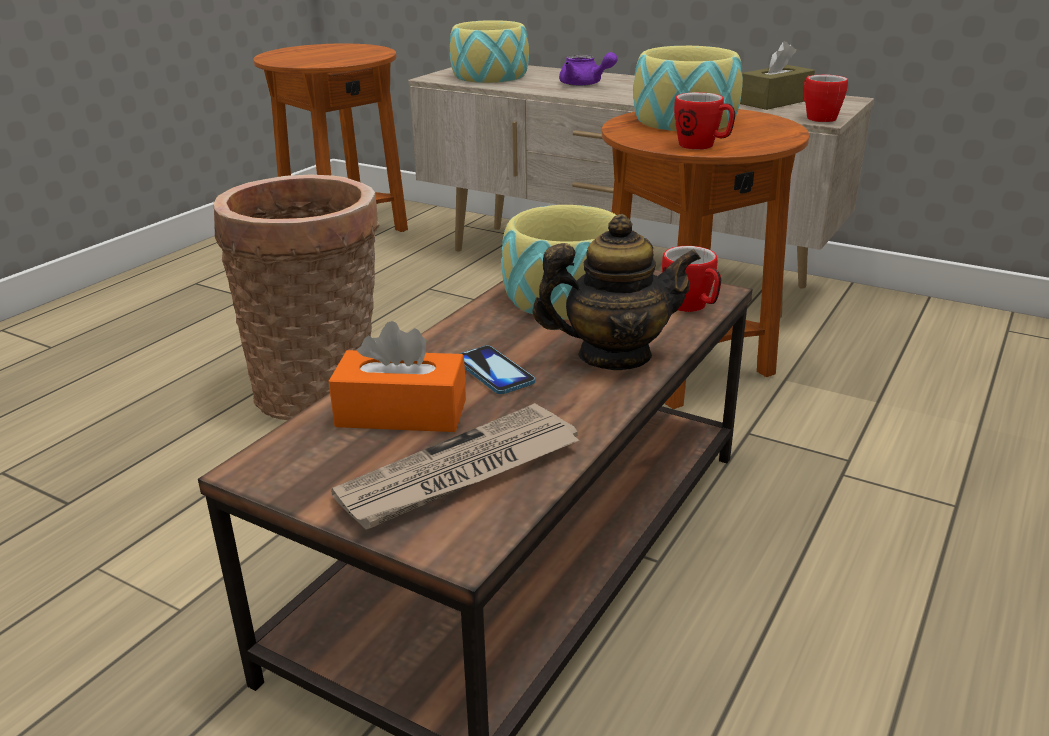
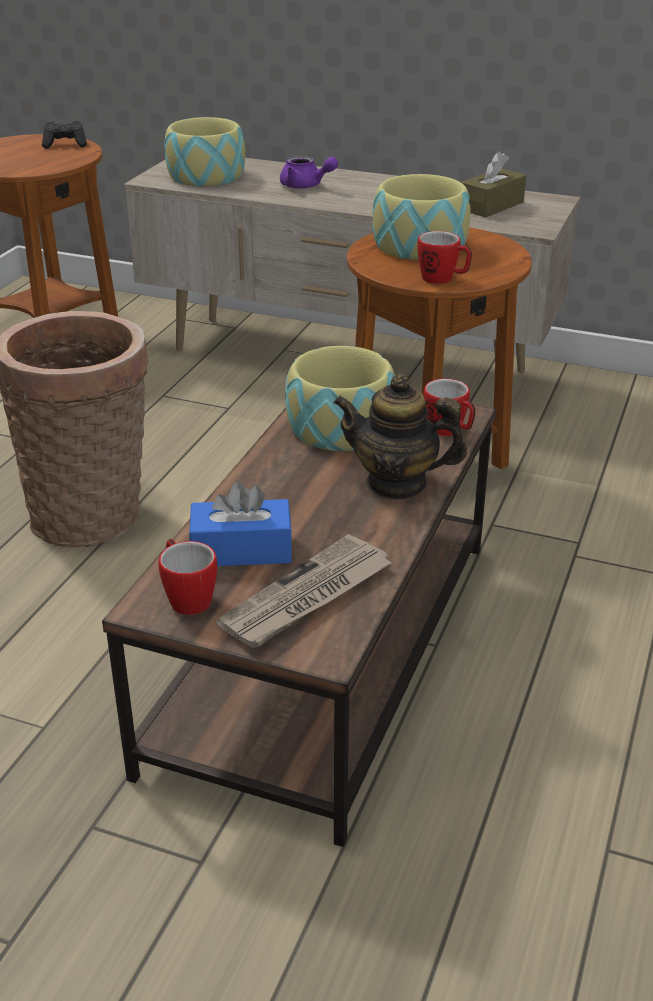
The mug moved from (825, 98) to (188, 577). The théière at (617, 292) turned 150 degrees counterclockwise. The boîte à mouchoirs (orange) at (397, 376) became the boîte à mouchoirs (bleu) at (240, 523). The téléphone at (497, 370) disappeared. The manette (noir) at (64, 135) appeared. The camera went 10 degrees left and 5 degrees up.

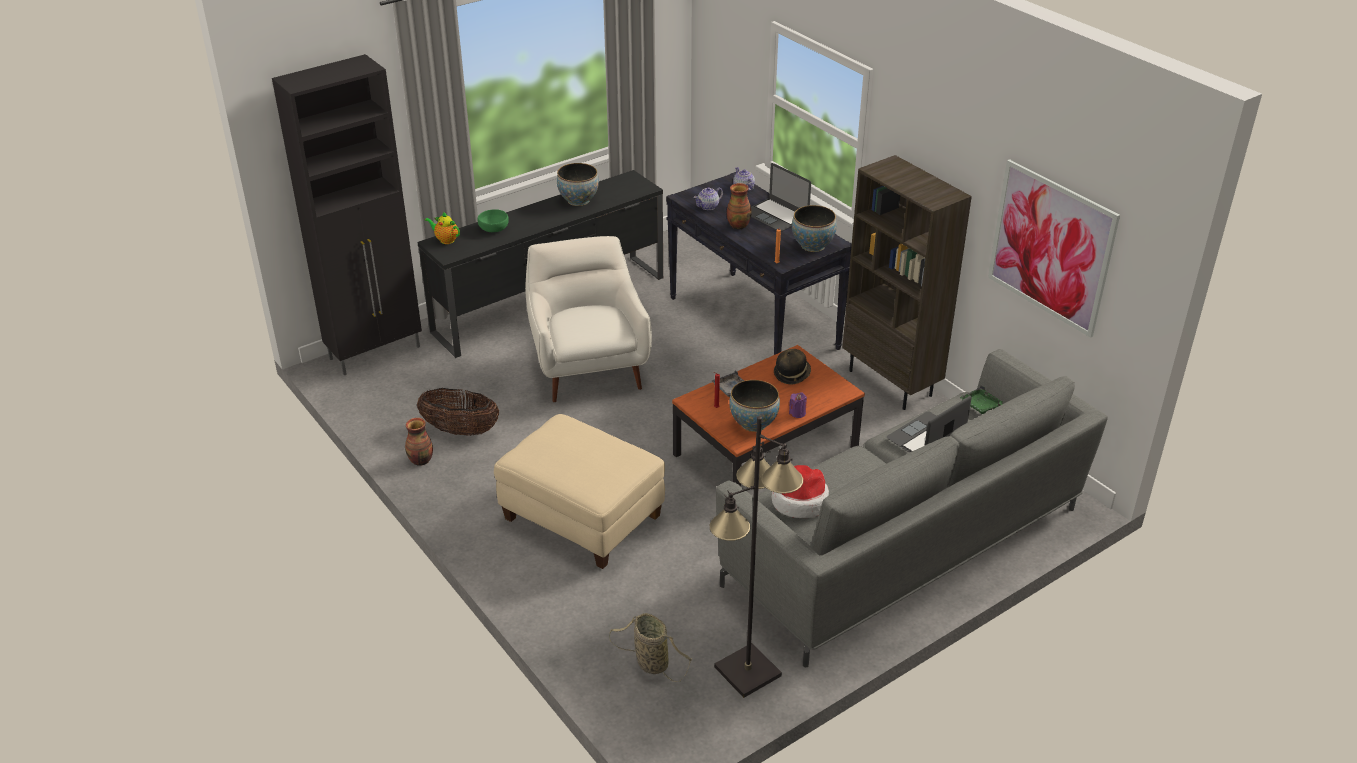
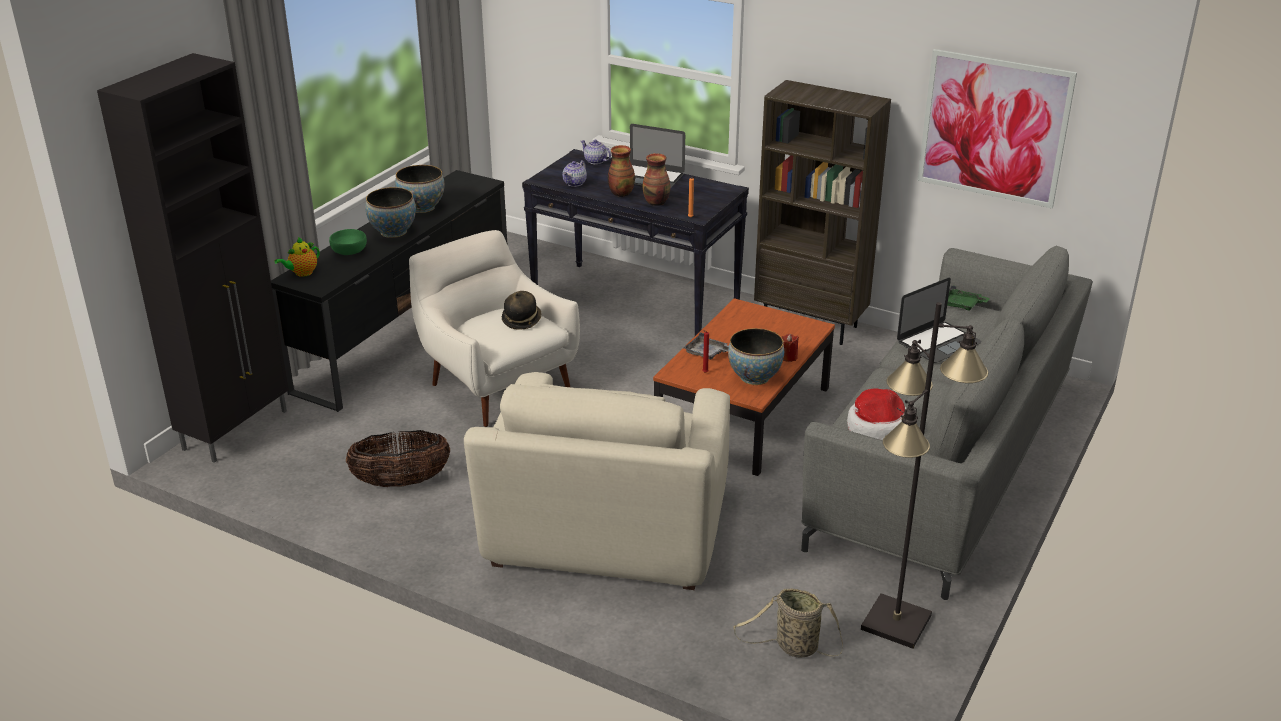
The bol moved from (814, 228) to (390, 212). The théière at (442, 227) turned 45 degrees counterclockwise. The chapeau moved from (792, 367) to (522, 310). The bougie (violet) at (798, 405) became the bougie (rouge) at (790, 348). The ordinateur portable at (929, 424) turned 150 degrees counterclockwise. The pouf (beige) at (579, 491) was replaced by the fauteuil (beige) at (597, 481). The vase moved from (419, 442) to (656, 179). The camera went 25 degrees left and 5 degrees down.

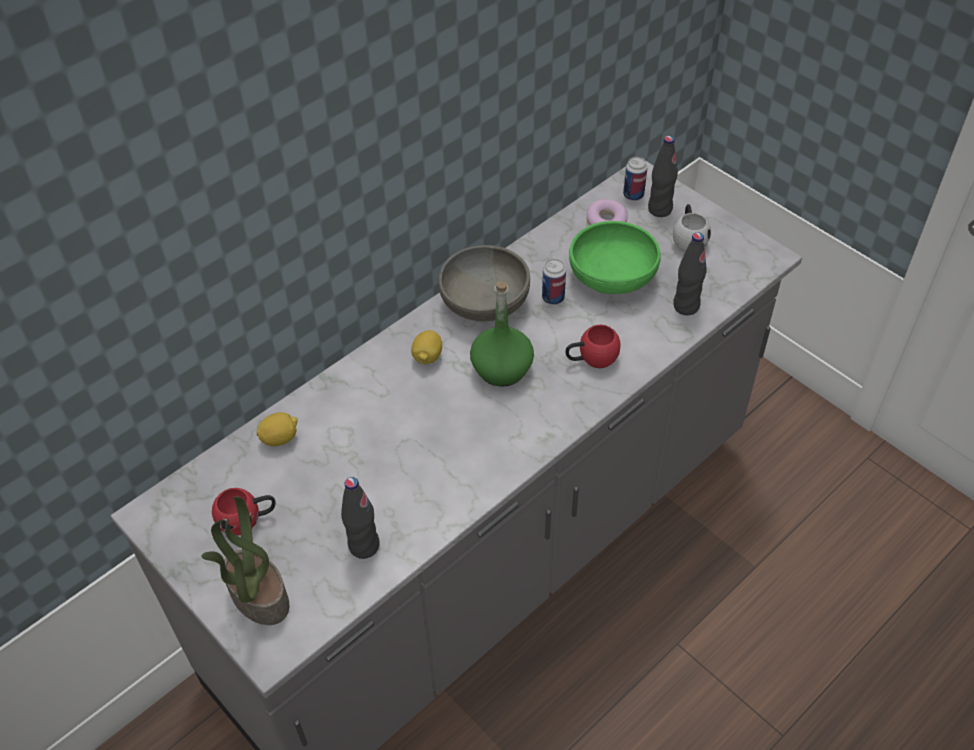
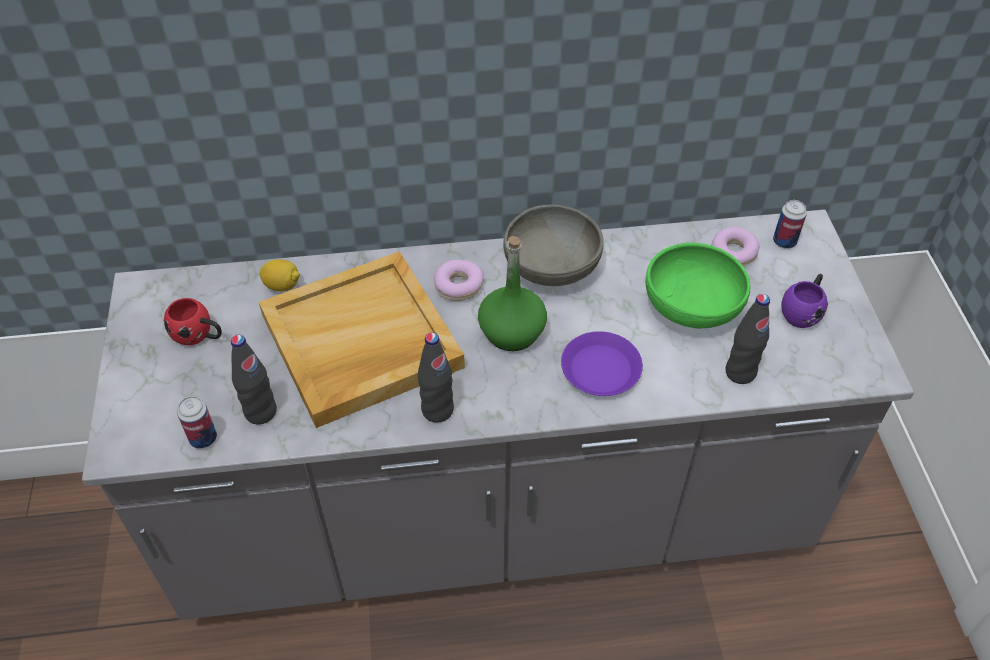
The bouteille (noir) moved from (663, 176) to (436, 378). The mug (blanc) at (692, 228) became the mug (violet) at (804, 301). The boîte métallique moved from (554, 282) to (197, 422). The mug (rouge) at (593, 346) was replaced by the assiette (violet) at (602, 363). The citron at (426, 347) was replaced by the beignet at (459, 280). The plante en pot at (245, 560) disappeared. The plateau (beige) at (362, 339) appeared. The camera went 35 degrees right and 0 degrees up.

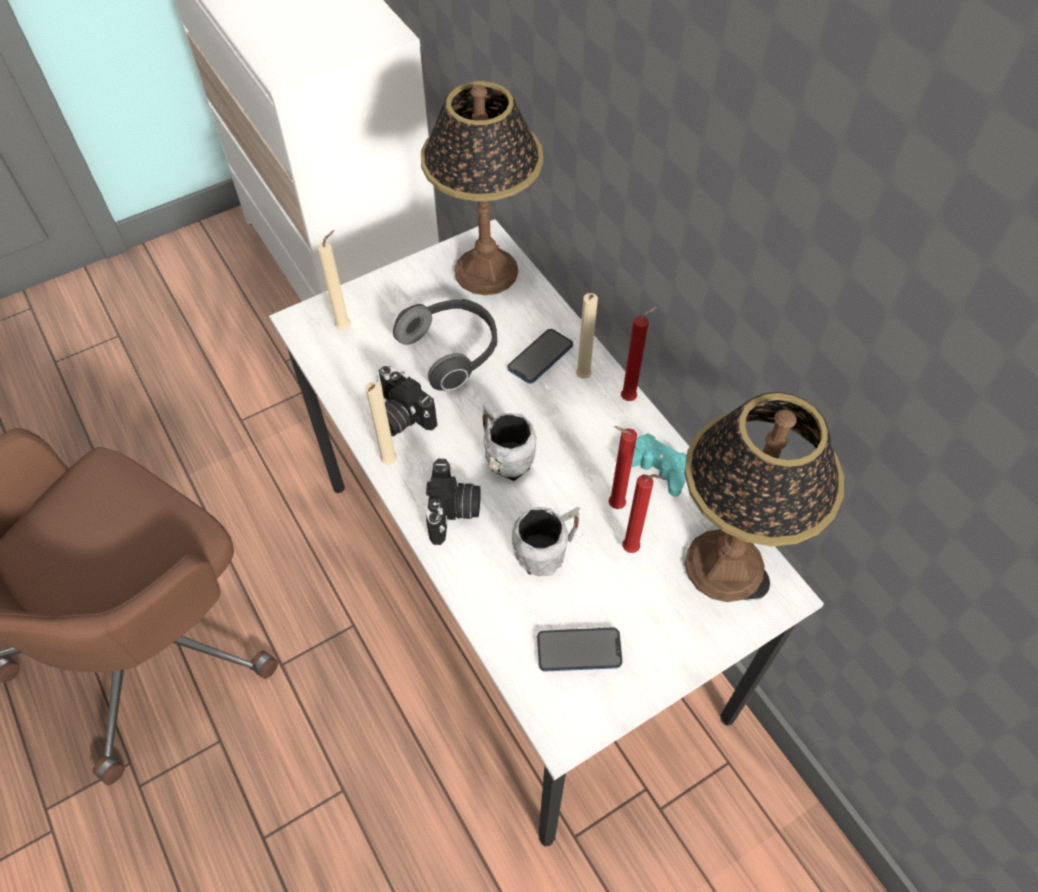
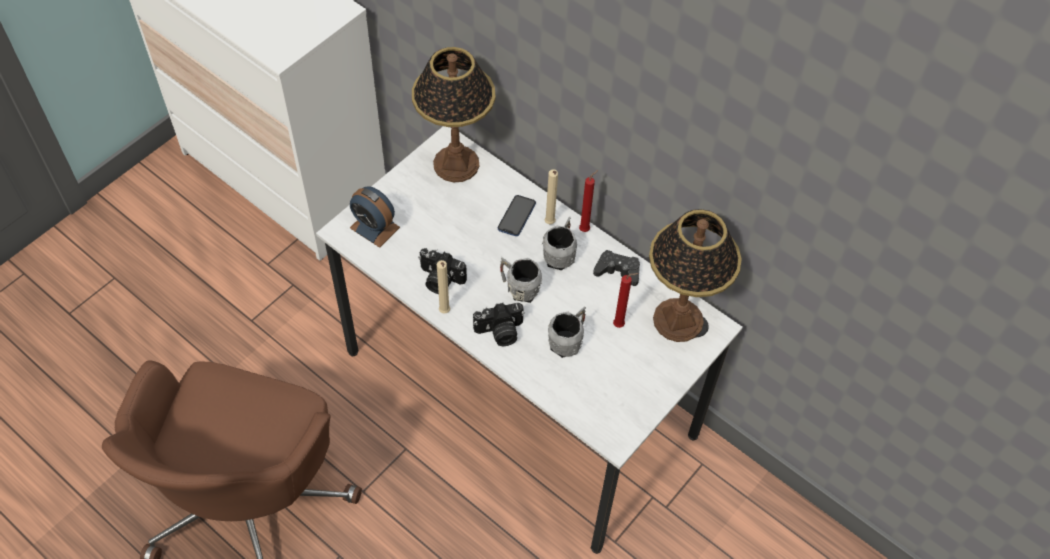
The bougie (beige) at (334, 280) was replaced by the réveil at (375, 217). The casque audio at (445, 345) disappeared. The bougie (rouge) at (622, 467) disappeared. The manette (turquoise) at (659, 464) became the manette (noir) at (616, 268). The appareil photo at (452, 502) turned 90 degrees clockwise. The téléphone at (580, 649) disappeared. The mug (gris) at (559, 243) appeared. The camera went 20 degrees left and 0 degrees up.

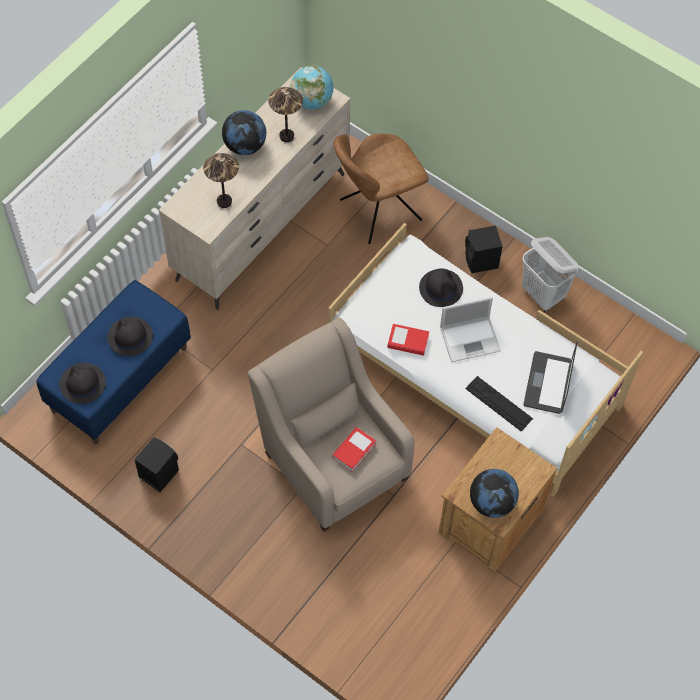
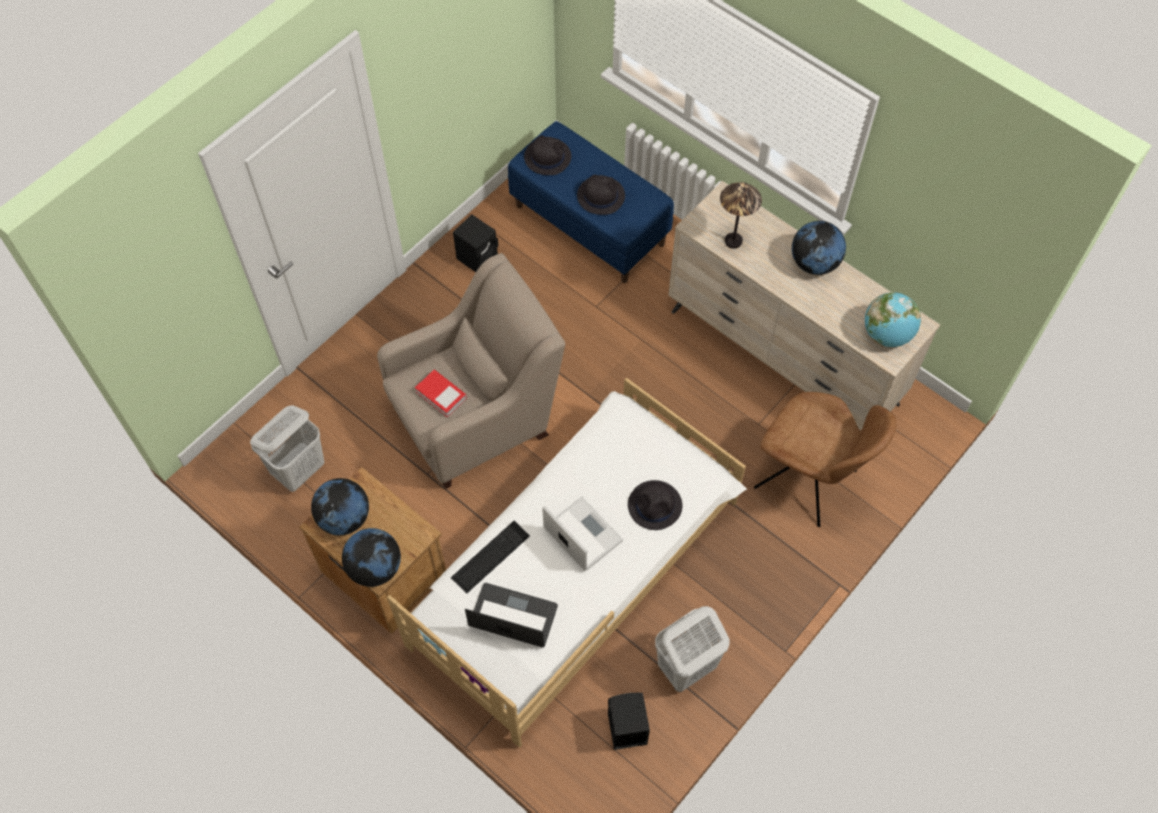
The lampe de table at (285, 114) disappeared. The chaise (marron) at (381, 189) turned 150 degrees clockwise. The enceinte (noir) moved from (484, 249) to (629, 721). The ordinateur portable at (470, 329) turned 150 degrees clockwise. The livre at (408, 340) disappeared. The panier à linge (blanc) at (287, 448) appeared. The globe at (371, 557) appeared. The camera went 95 degrees right and 0 degrees up.

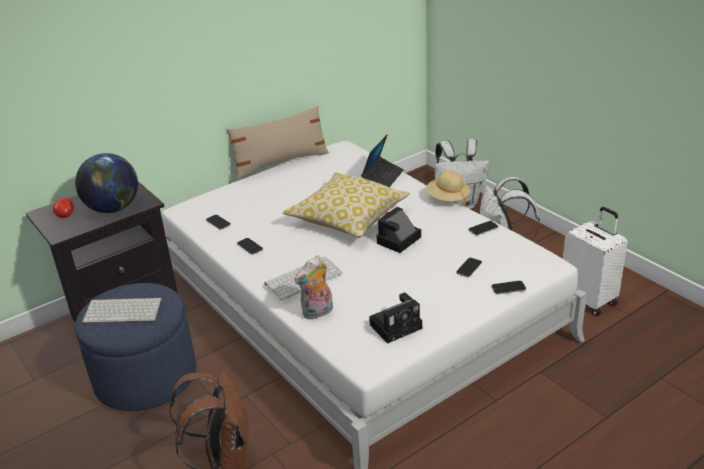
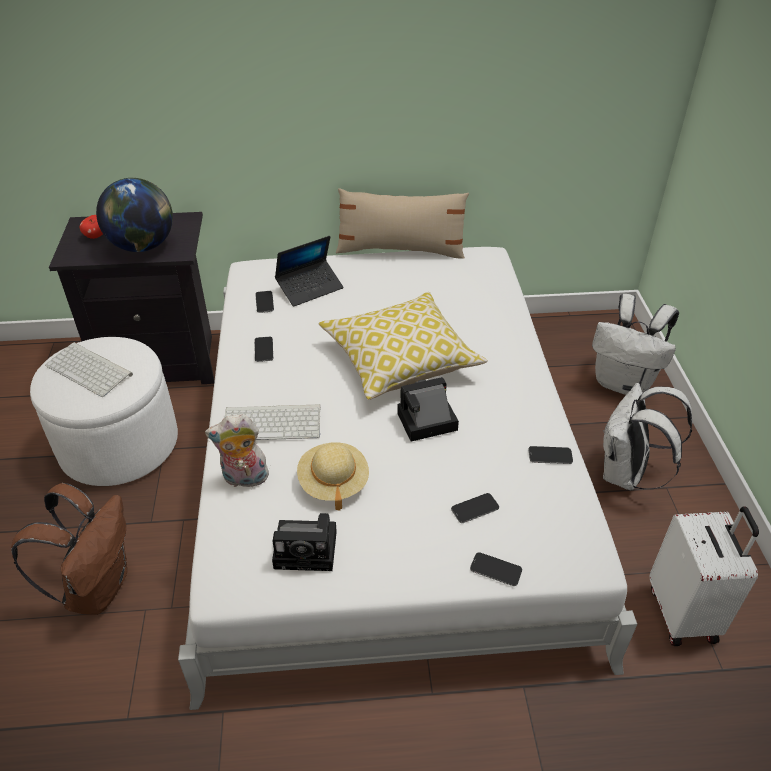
The ordinateur portable moved from (382, 160) to (309, 271). The chapeau (beige) moved from (448, 188) to (333, 476). The pouf (bleu) at (135, 347) became the pouf (blanc) at (104, 411). The camera went 30 degrees right and 10 degrees up.

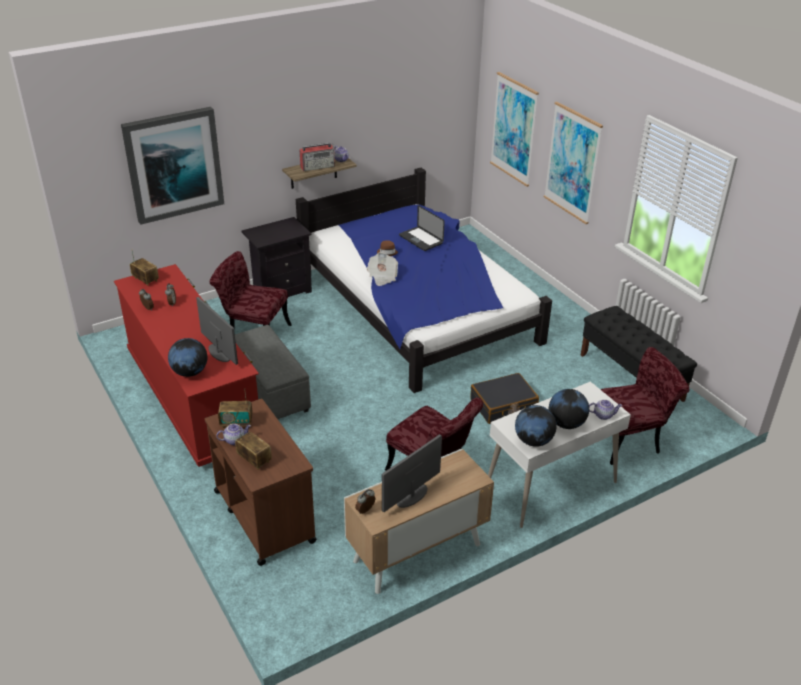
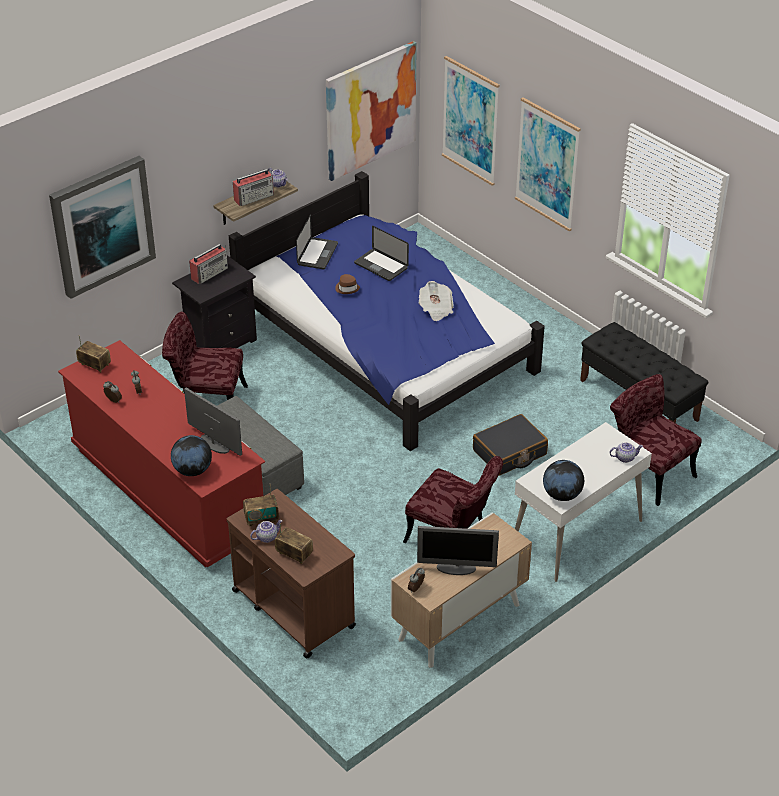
The journal moved from (382, 269) to (435, 301). The chaise (rouge) at (645, 406) turned 105 degrees counterclockwise. The globe at (569, 409) disappeared. The écran d'ordinateur at (412, 473) turned 120 degrees counterclockwise. The tableau at (371, 111) appeared. The ordinateur portable at (317, 241) appeared. The radio at (208, 264) appeared. The camera went 10 degrees left and 5 degrees up.

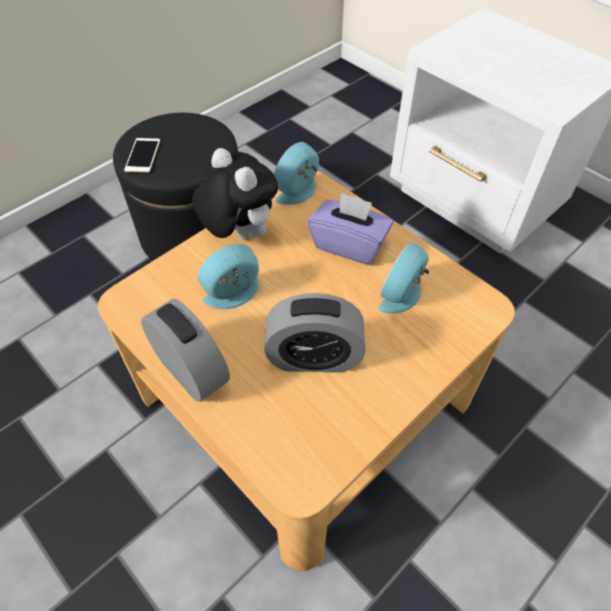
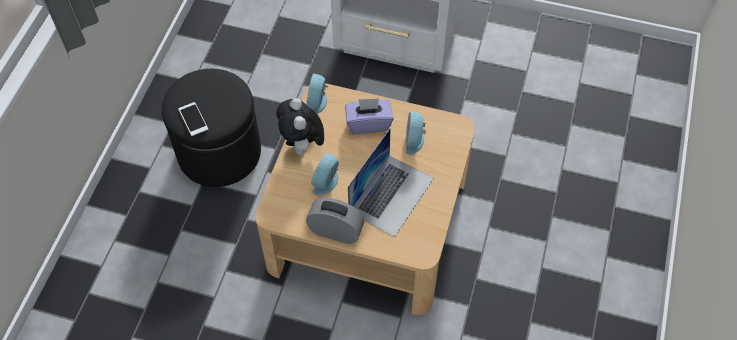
The peluche at (235, 194) turned 120 degrees counterclockwise. The réveil at (314, 332) was replaced by the ordinateur portable at (391, 182). The camera went 30 degrees left and 5 degrees up.

